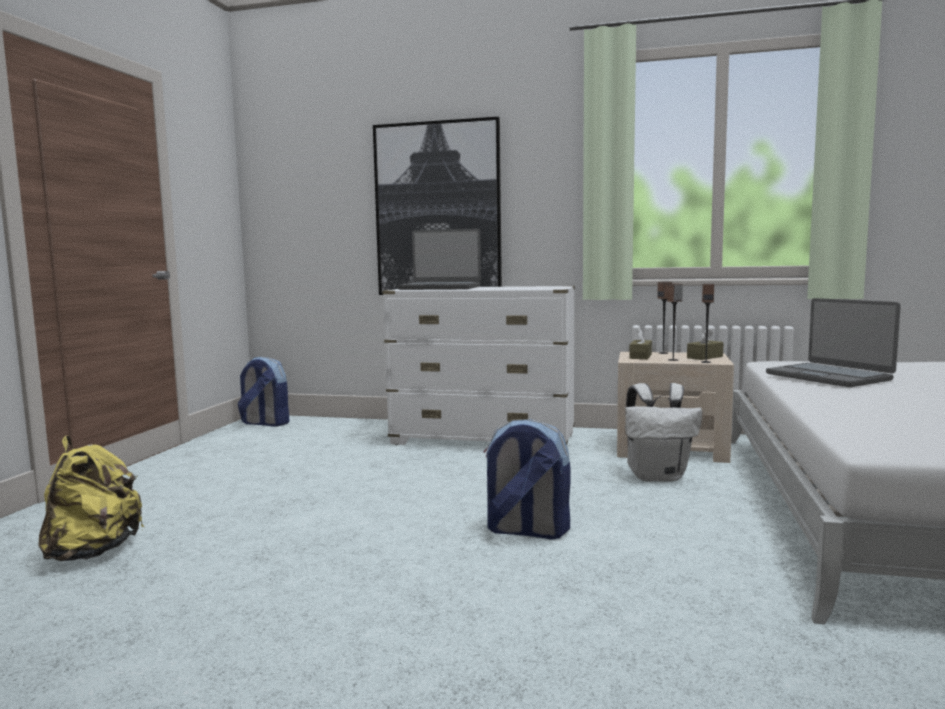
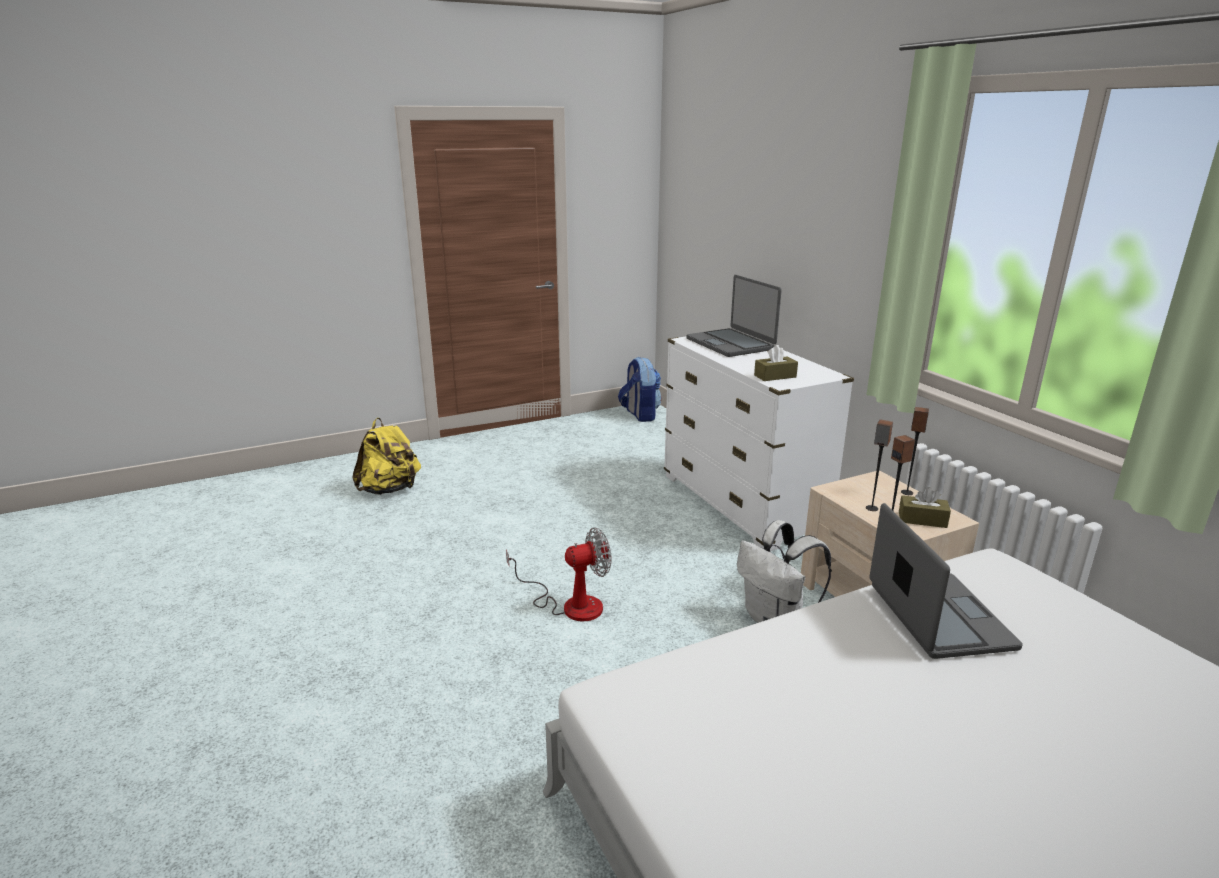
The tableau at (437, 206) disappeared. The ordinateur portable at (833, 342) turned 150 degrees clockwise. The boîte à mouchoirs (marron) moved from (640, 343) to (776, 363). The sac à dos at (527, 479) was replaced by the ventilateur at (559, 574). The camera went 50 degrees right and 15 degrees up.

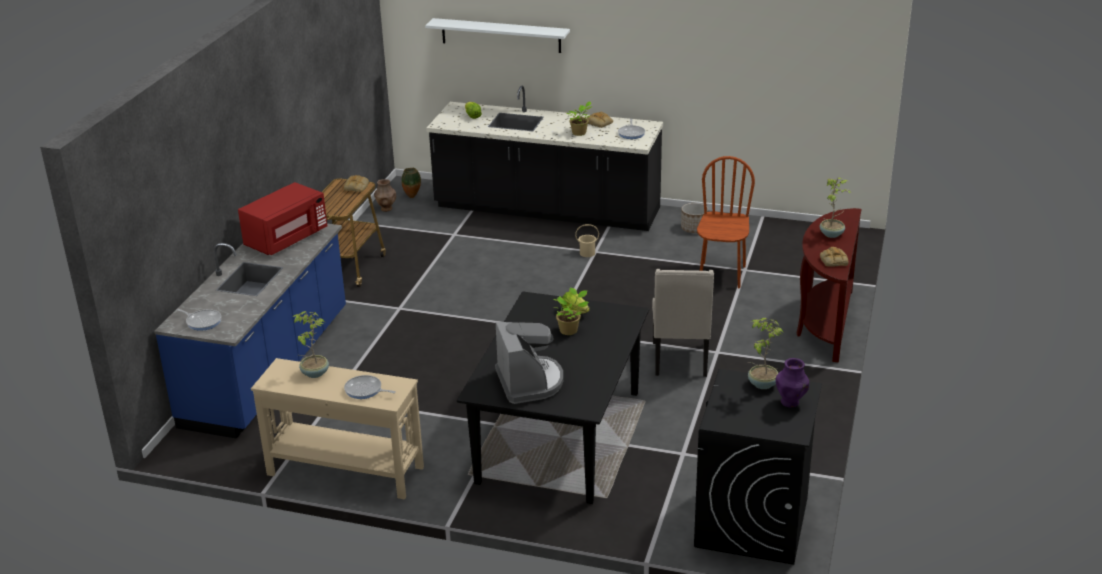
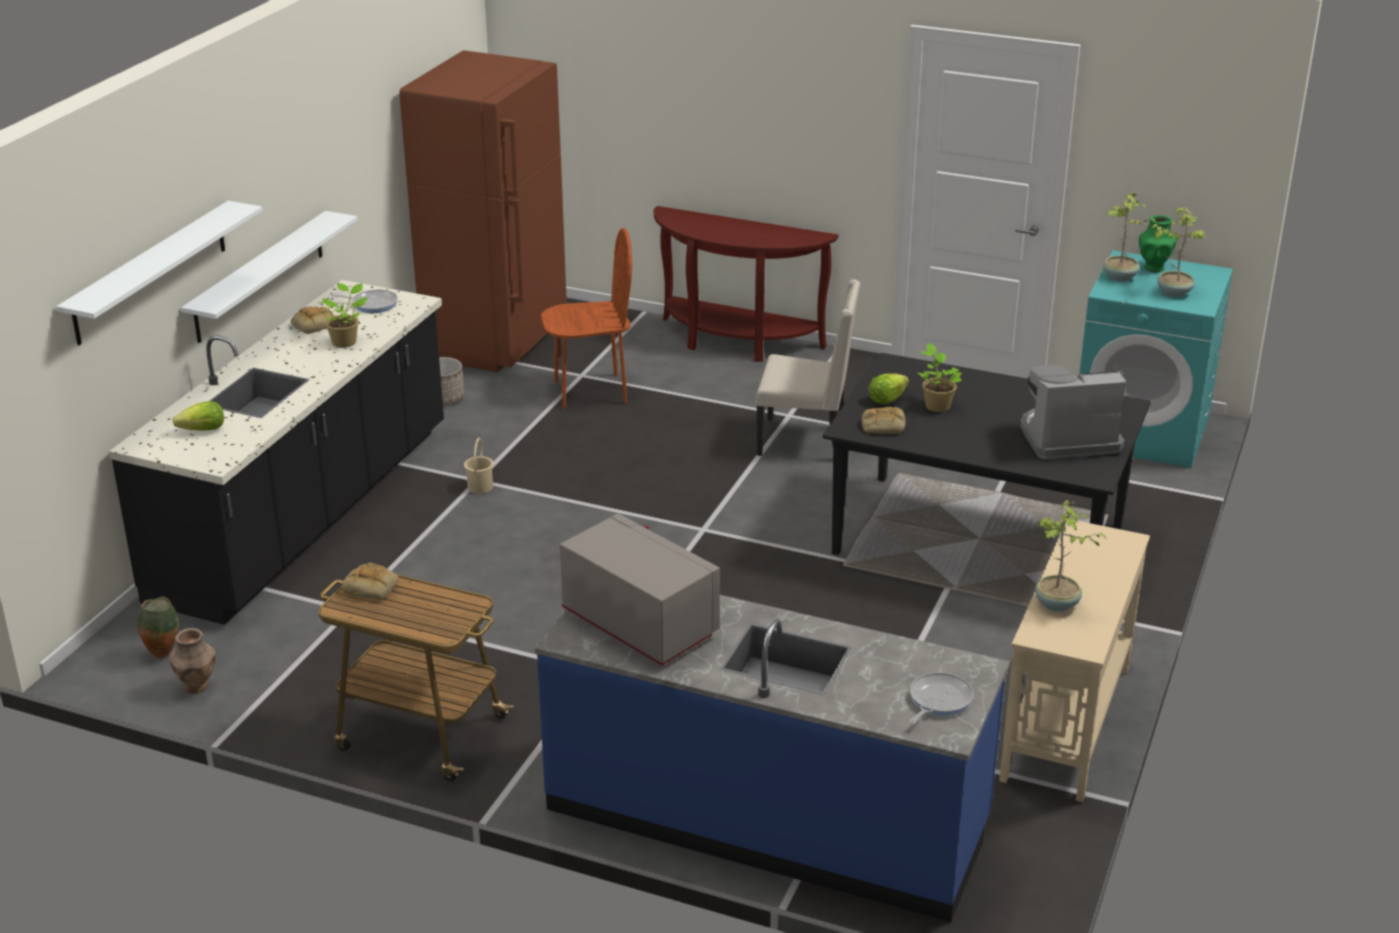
The chaise (marron) at (726, 222) turned 150 degrees clockwise. The plante en pot moved from (836, 207) to (1178, 252). The micro-ondes (rouge) at (282, 218) became the micro-ondes (gris) at (640, 589). The pain moved from (834, 256) to (884, 420). The vase (violet) at (792, 383) became the vase (vert) at (1157, 243). The lave-linge (noir) at (758, 467) became the lave-linge (turquoise) at (1156, 359). The poêle at (370, 387) disappeared. The réfrigérateur (marron) at (483, 211) appeared. The étagère (blanc) at (269, 277) appeared. The camera went 85 degrees left and 0 degrees up.

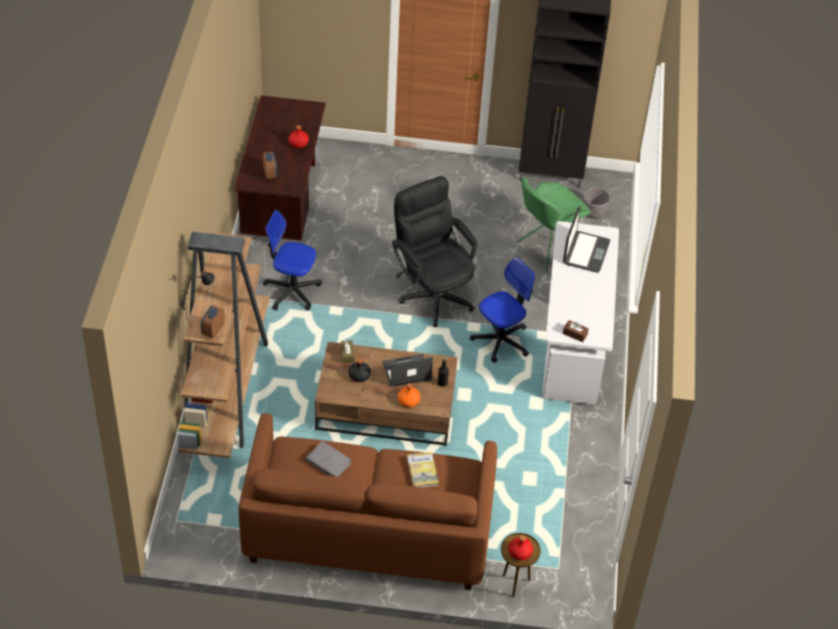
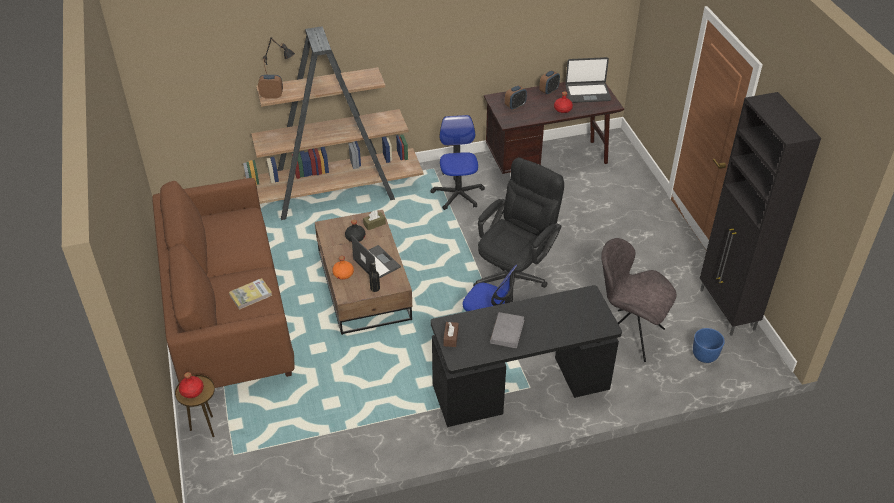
The chaise (vert) at (553, 224) became the chaise (gris) at (639, 300). The cache-pot (gris) at (596, 203) became the cache-pot (bleu) at (709, 345). The ordinateur portable moved from (586, 239) to (588, 80). The bureau (blanc) at (580, 313) became the bureau (noir) at (526, 356). The livre (gris) moved from (328, 459) to (507, 330). The réveil at (549, 82) appeared. The camera went 70 degrees right and 5 degrees down.

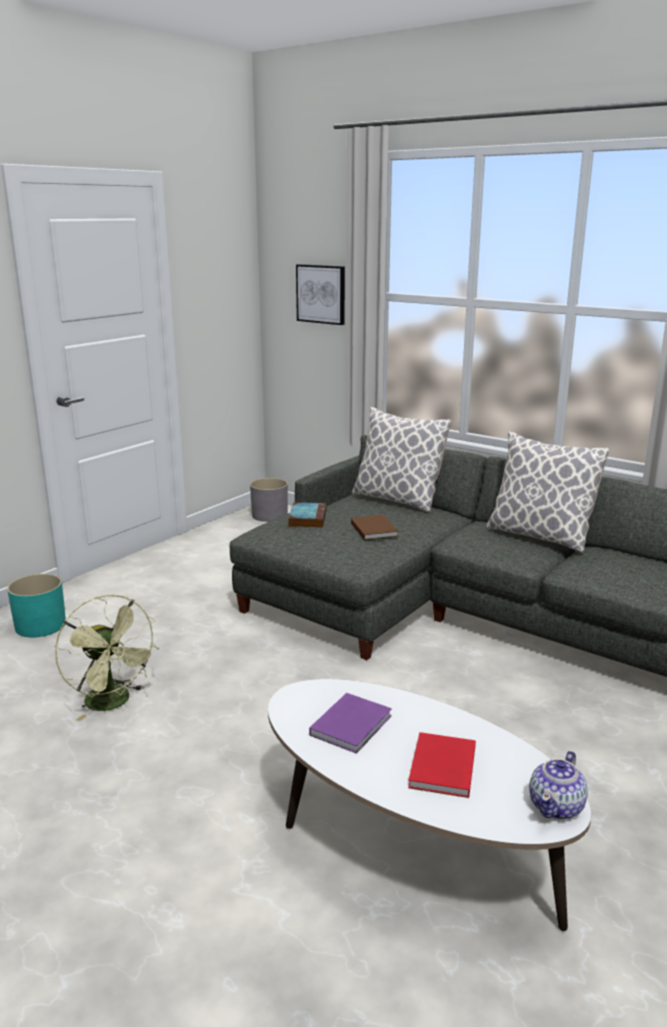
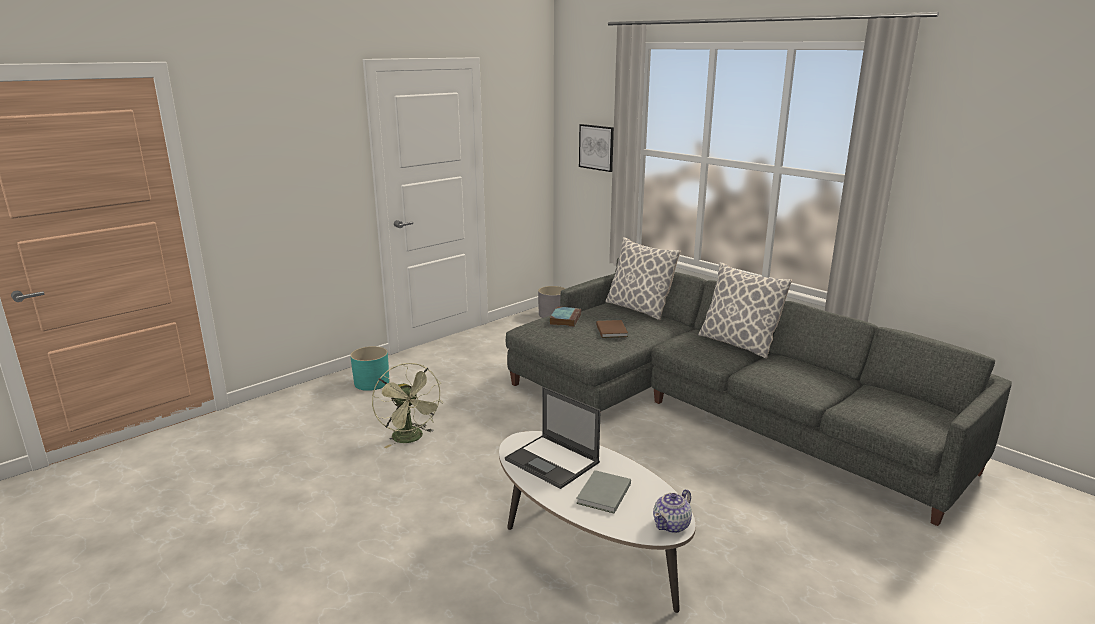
The livre (violet) at (350, 723) was replaced by the ordinateur portable at (553, 438). The livre (rouge) at (442, 765) became the livre (gris) at (603, 492). The camera went 10 degrees right and 0 degrees up.

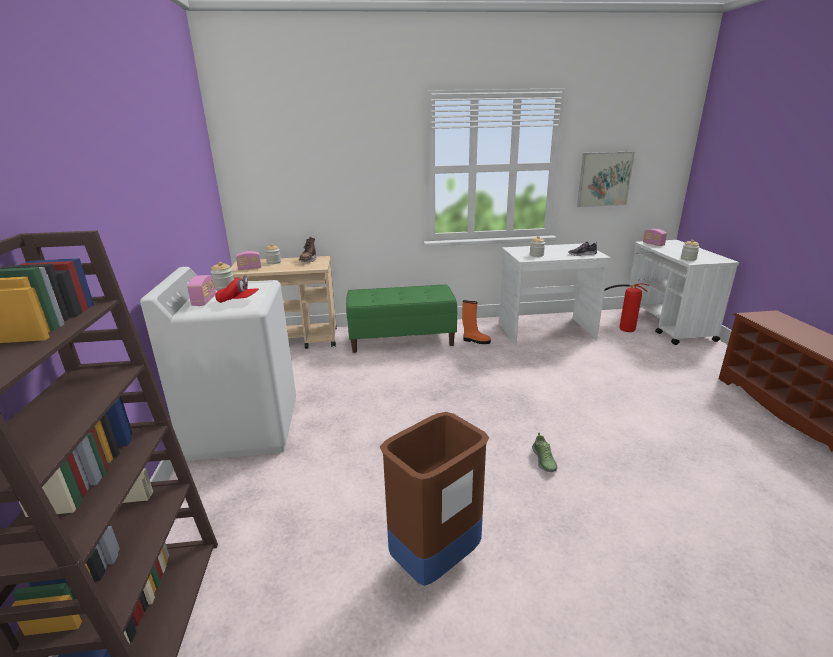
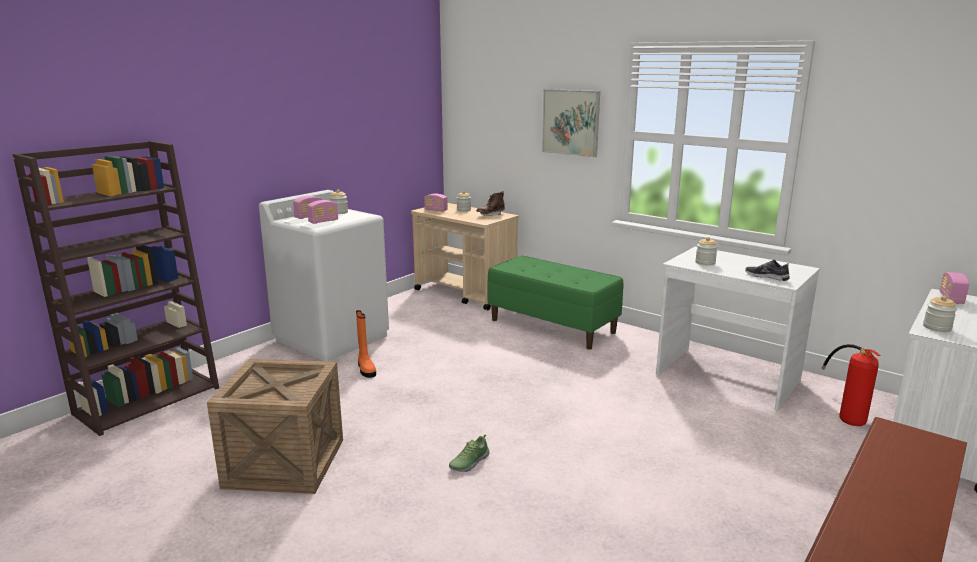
The tableau moved from (606, 179) to (571, 123). The casquette (rouge) at (237, 289) was replaced by the radio at (322, 212). The botte (orange) moved from (476, 322) to (366, 344). The poubelle (marron) at (434, 499) was replaced by the caisse at (275, 426). The camera went 45 degrees right and 5 degrees down.

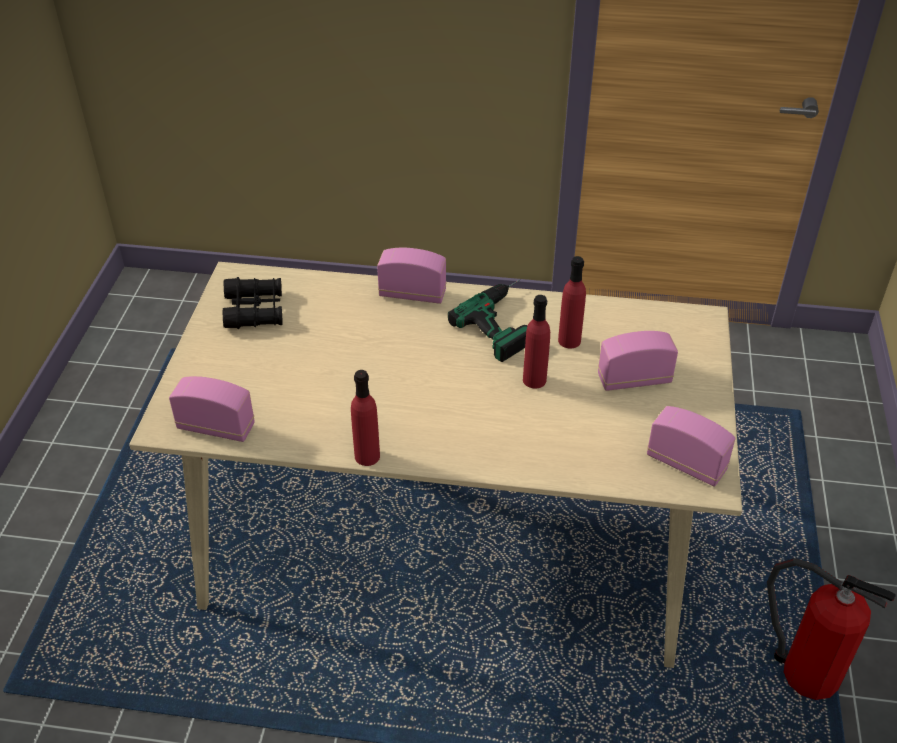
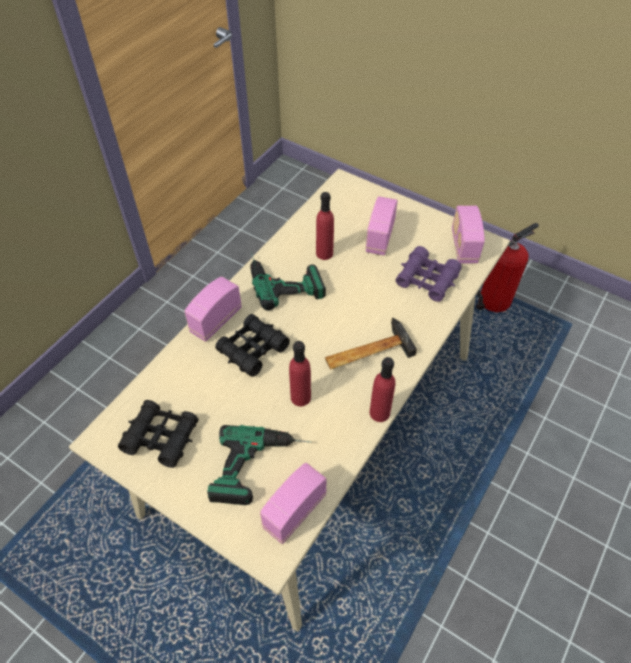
The bouteille (rouge) moved from (536, 341) to (300, 373). The radio at (691, 446) turned 60 degrees counterclockwise. The jumelles (violet) at (428, 274) appeared. The jumelles (noir) at (252, 345) appeared. The marteau at (371, 343) appeared. The perceuse at (258, 465) appeared. The camera went 65 degrees left and 10 degrees up.

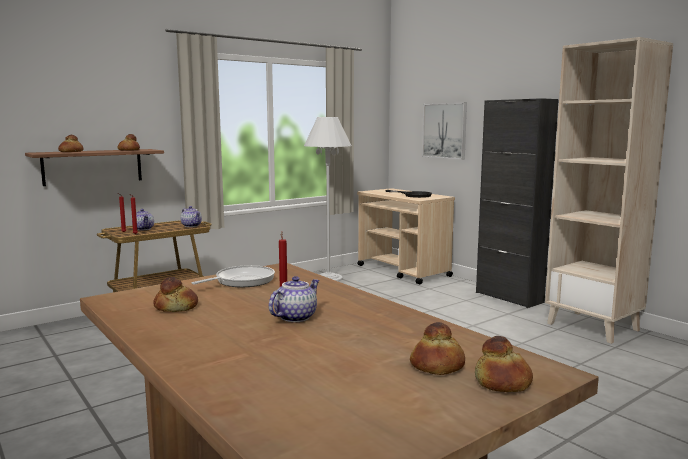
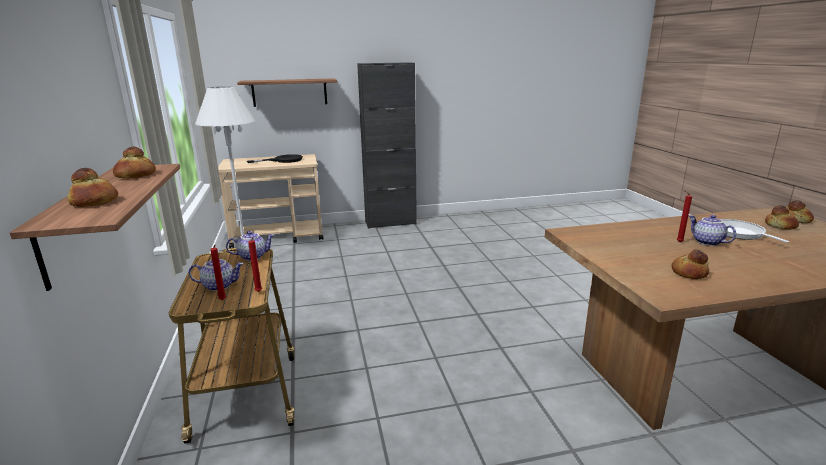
The bibliothèque (beige) at (609, 190) disappeared. The tableau at (444, 131) was replaced by the étagère at (287, 92). The poêle moved from (233, 276) to (754, 231). The camera went 65 degrees left and 10 degrees up.

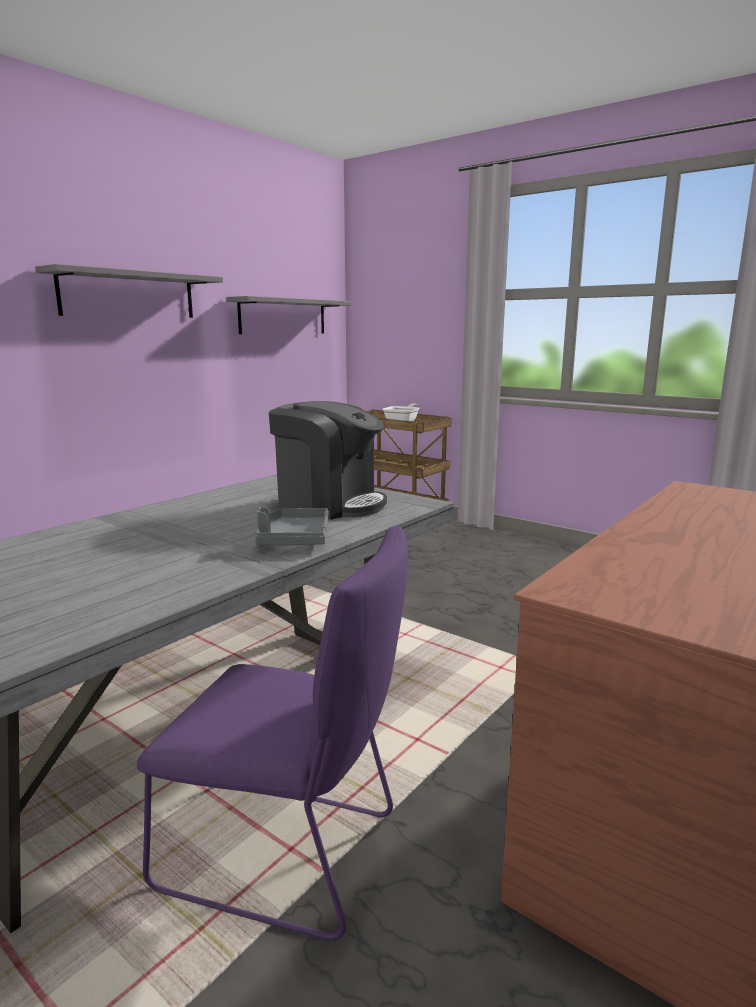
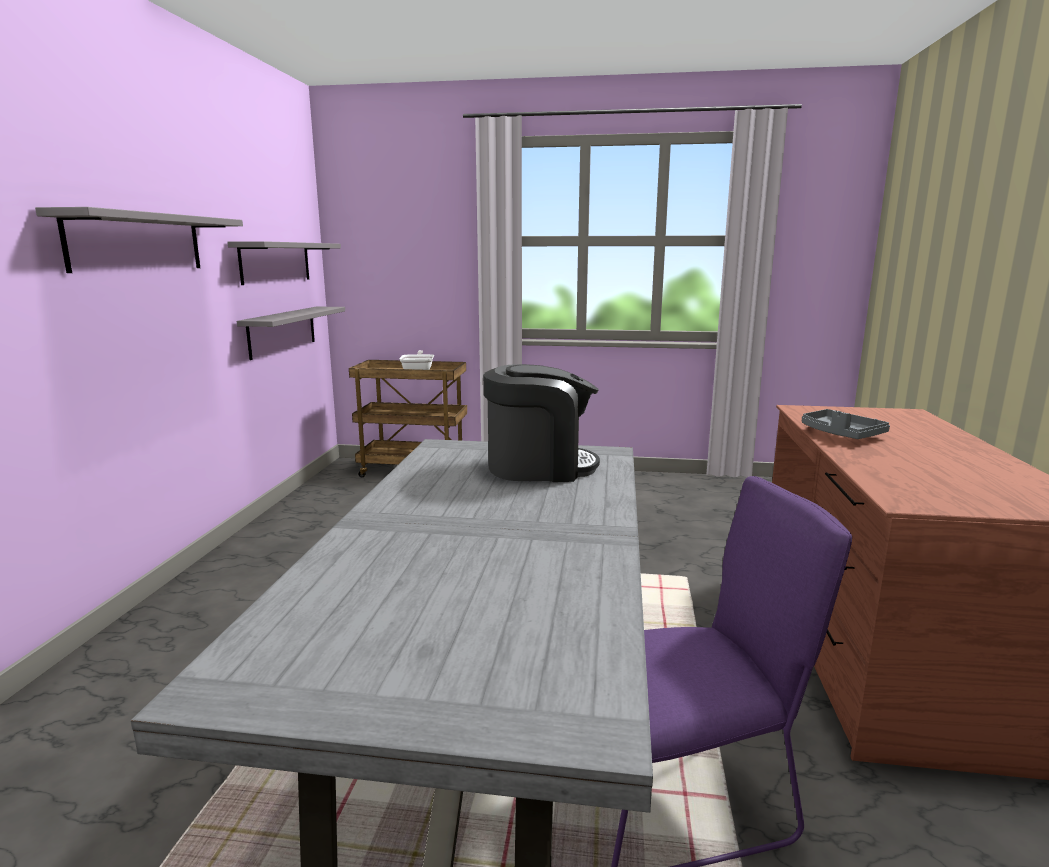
The plateau (gris) moved from (292, 526) to (846, 424). The étagère (gris) at (291, 333) appeared. The camera went 30 degrees left and 0 degrees up.

